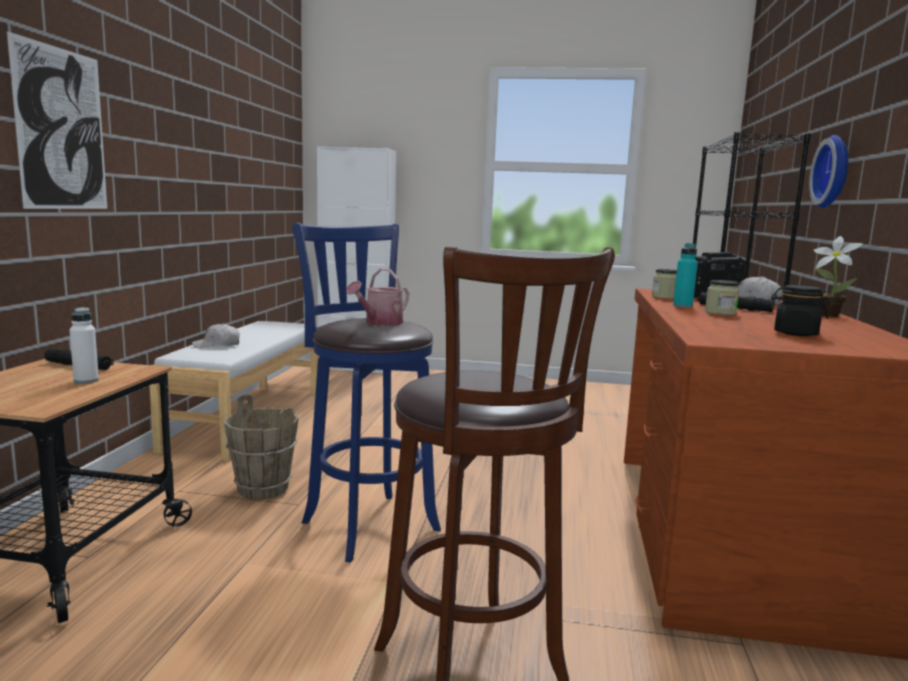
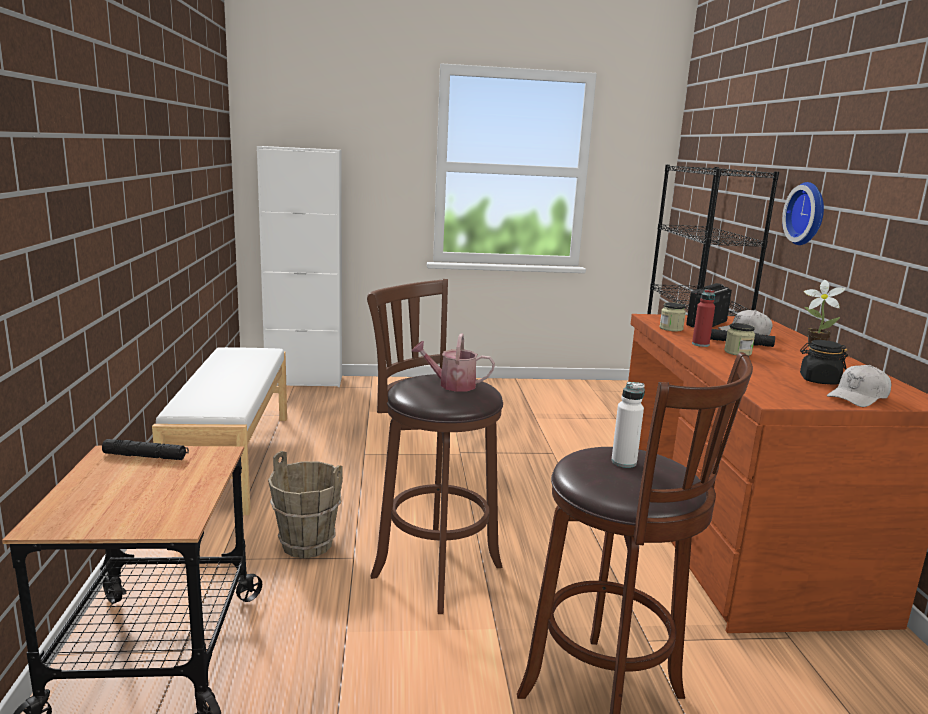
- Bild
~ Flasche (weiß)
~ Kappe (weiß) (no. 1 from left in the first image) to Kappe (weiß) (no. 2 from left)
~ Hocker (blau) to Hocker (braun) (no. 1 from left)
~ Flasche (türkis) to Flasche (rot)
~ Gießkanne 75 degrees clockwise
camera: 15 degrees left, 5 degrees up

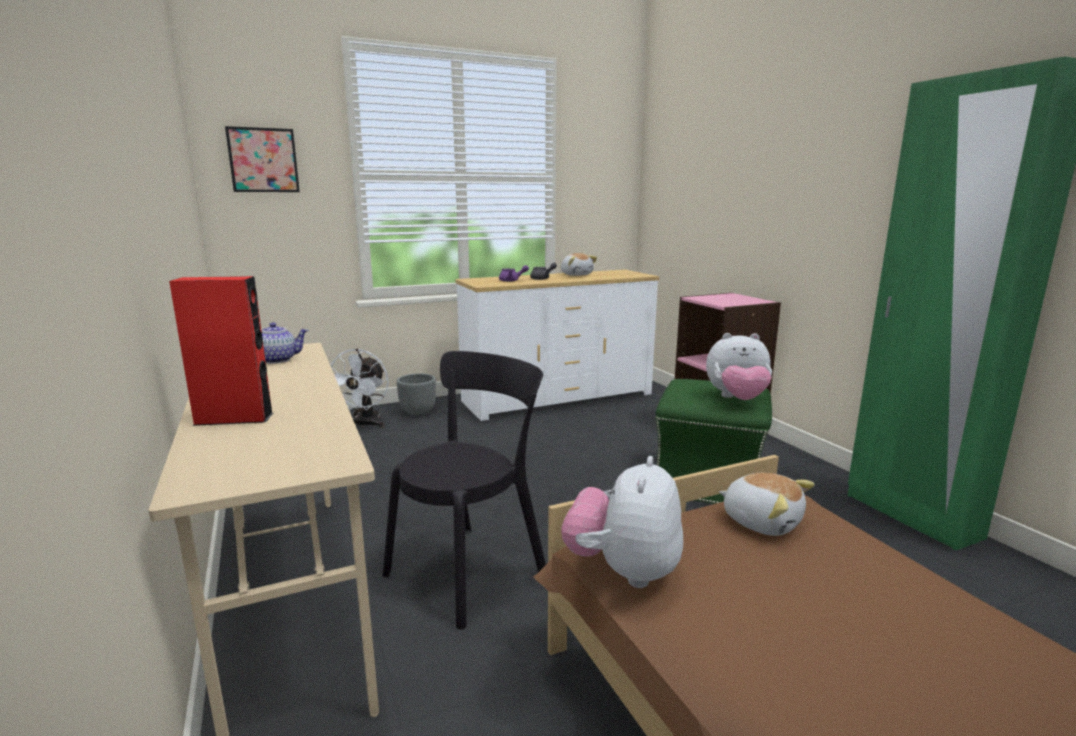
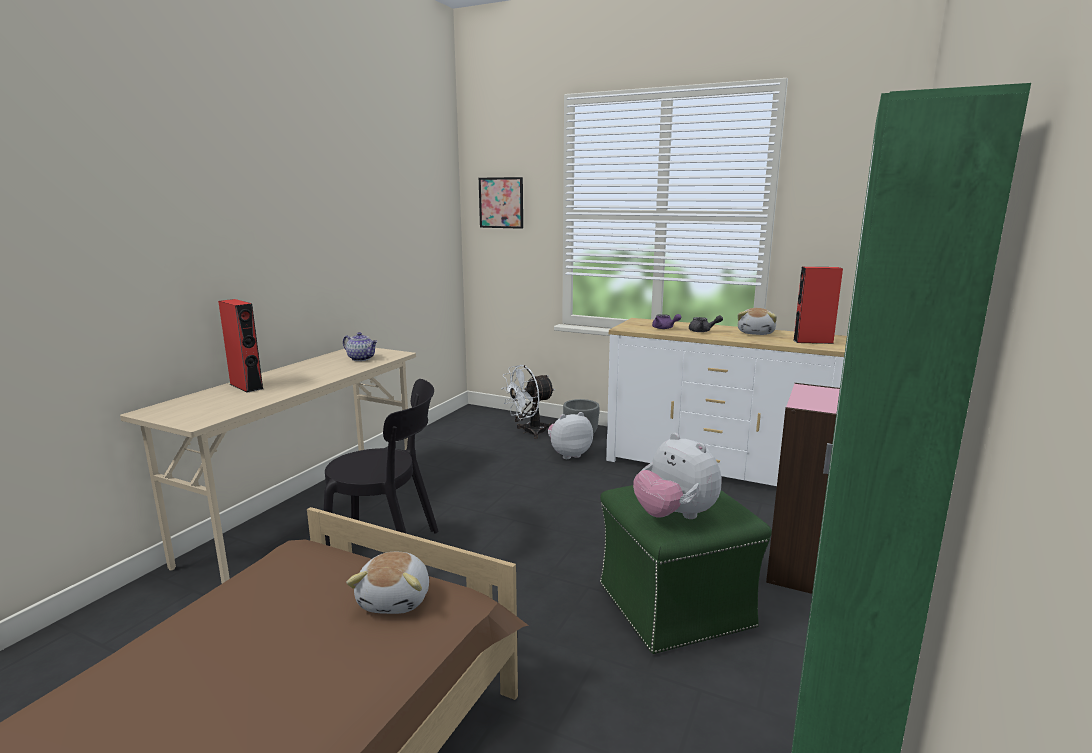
+ Lautsprecher (rot) (no. 2 from left)
~ Plüschtier (no. 2 from left)
camera: 50 degrees right, 0 degrees up

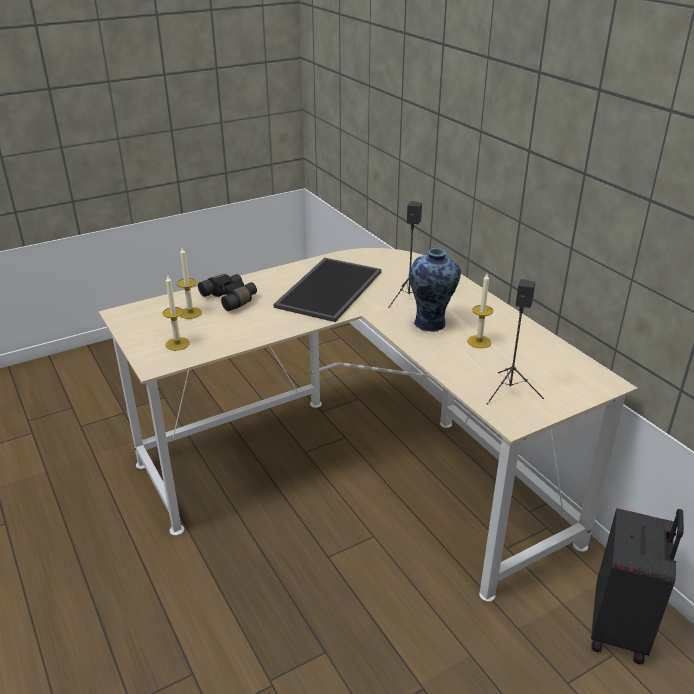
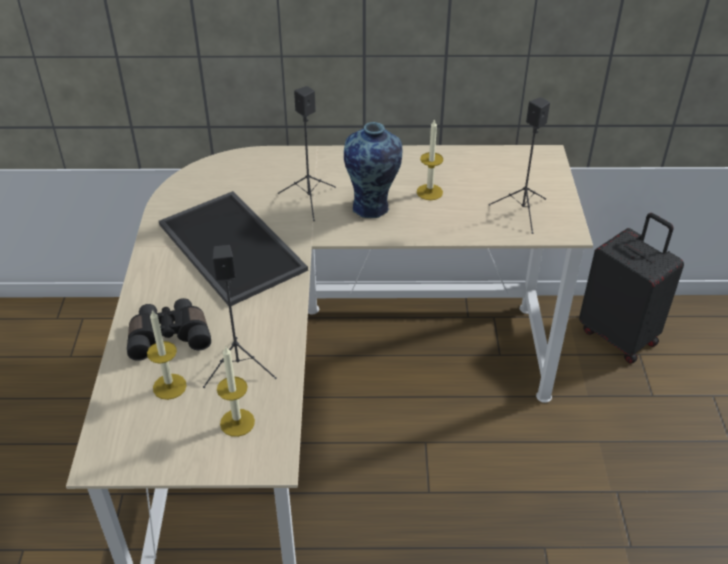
+ Lautsprecher (schwarz) (no. 1 from left)
camera: 60 degrees left, 10 degrees up

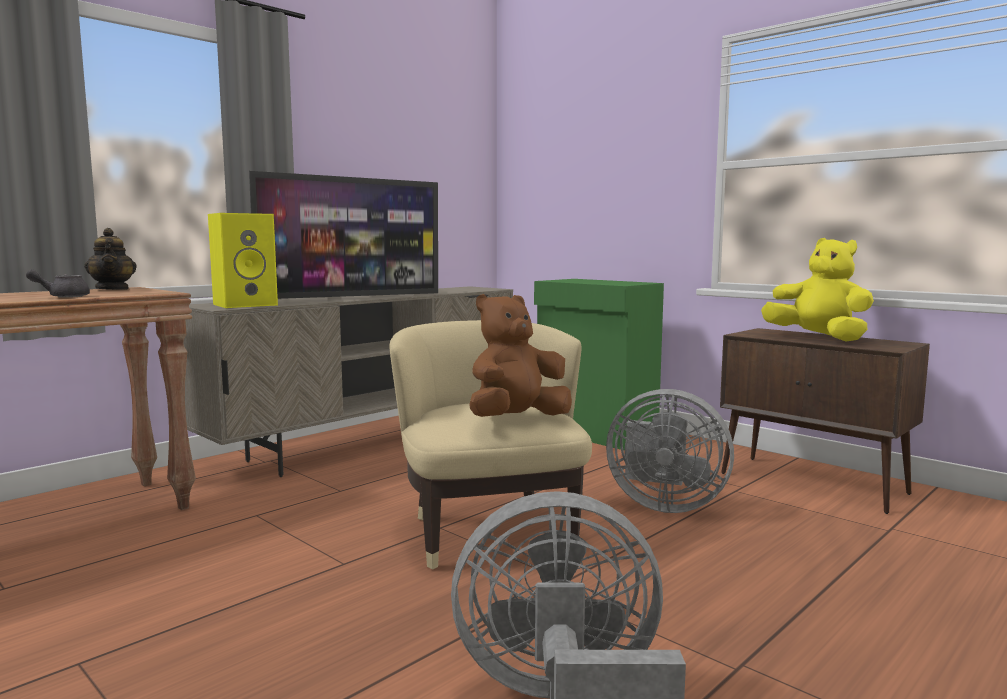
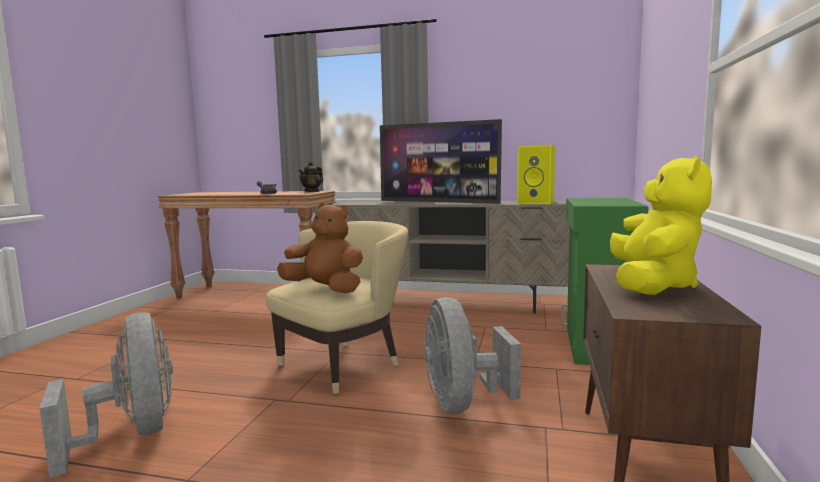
~ Lautsprecher (gelb)
camera: 60 degrees right, 0 degrees up

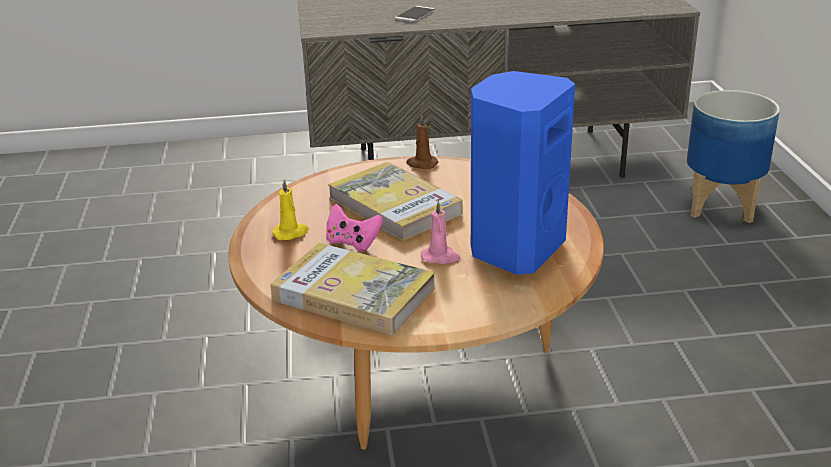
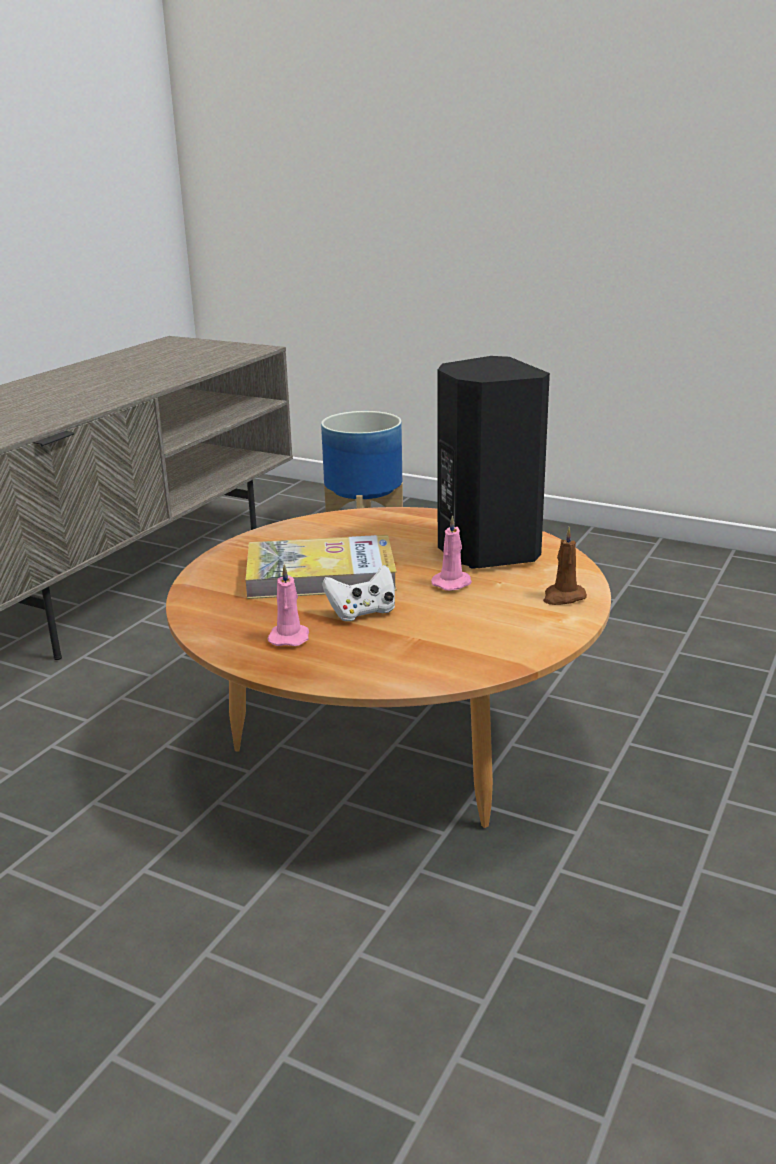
- Buch (no. 1 from left)
- Handy
~ Kerze (braun)
~ Kerze (gelb) to Kerze (rosa) (no. 1 from left)
~ Gamepad (rosa) to Gamepad (weiß)
~ Lautsprecher (blau) to Lautsprecher (schwarz)
camera: 55 degrees left, 5 degrees down

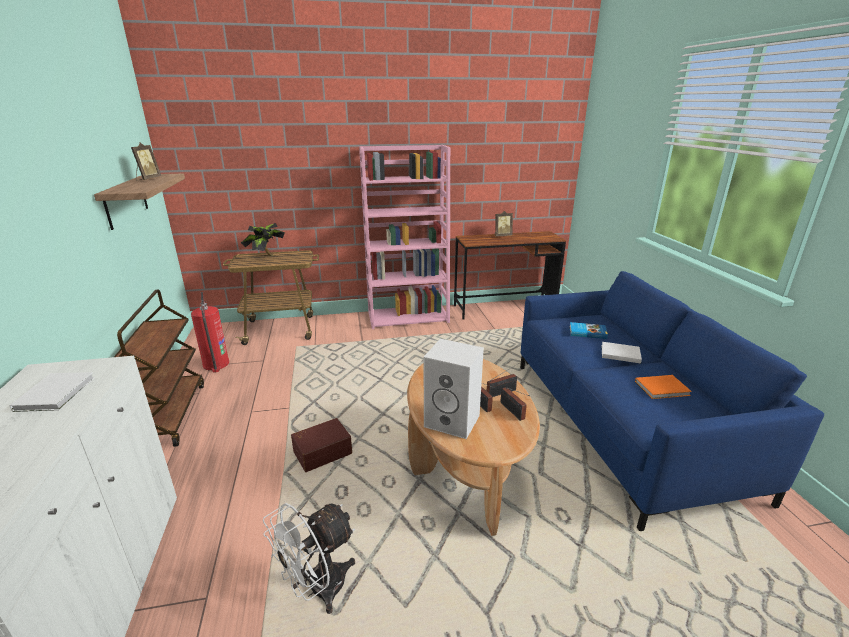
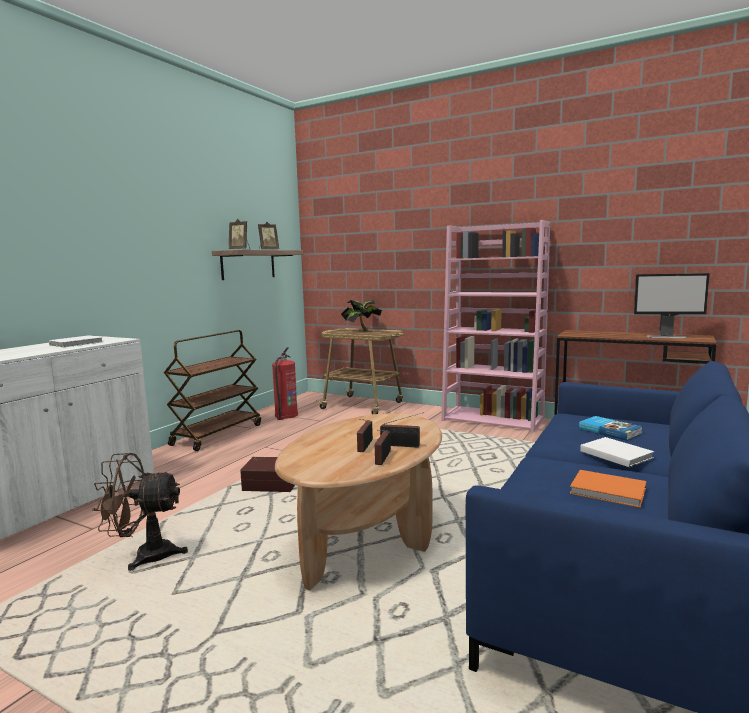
- Lautsprecher (weiß)
+ Monitor
~ Bilderrahmen (no. 2 from left in the first image) to Bilderrahmen (no. 1 from left)
~ Ventilator (weiß) to Ventilator (braun)
camera: 40 degrees right, 15 degrees down

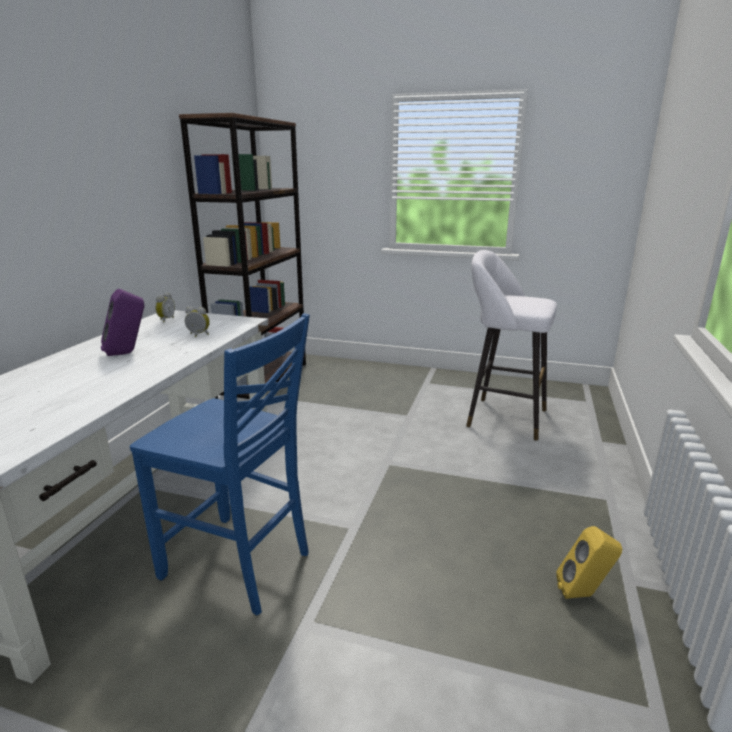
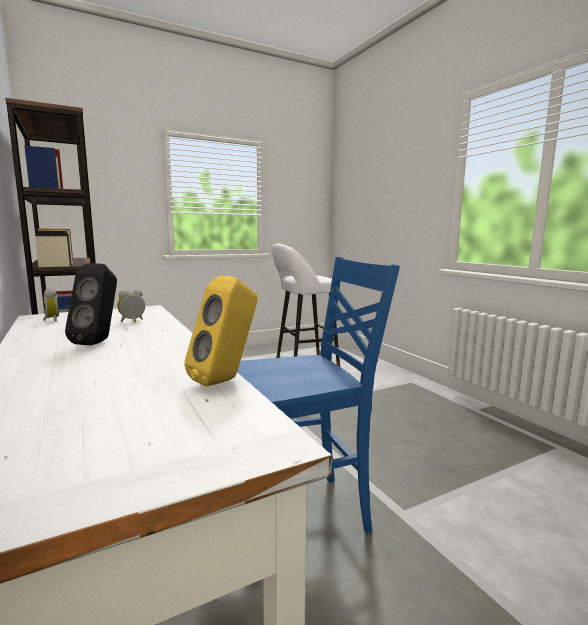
~ Lautsprecher (gelb)
~ Lautsprecher (lila) to Lautsprecher (schwarz)
camera: 45 degrees left, 10 degrees down

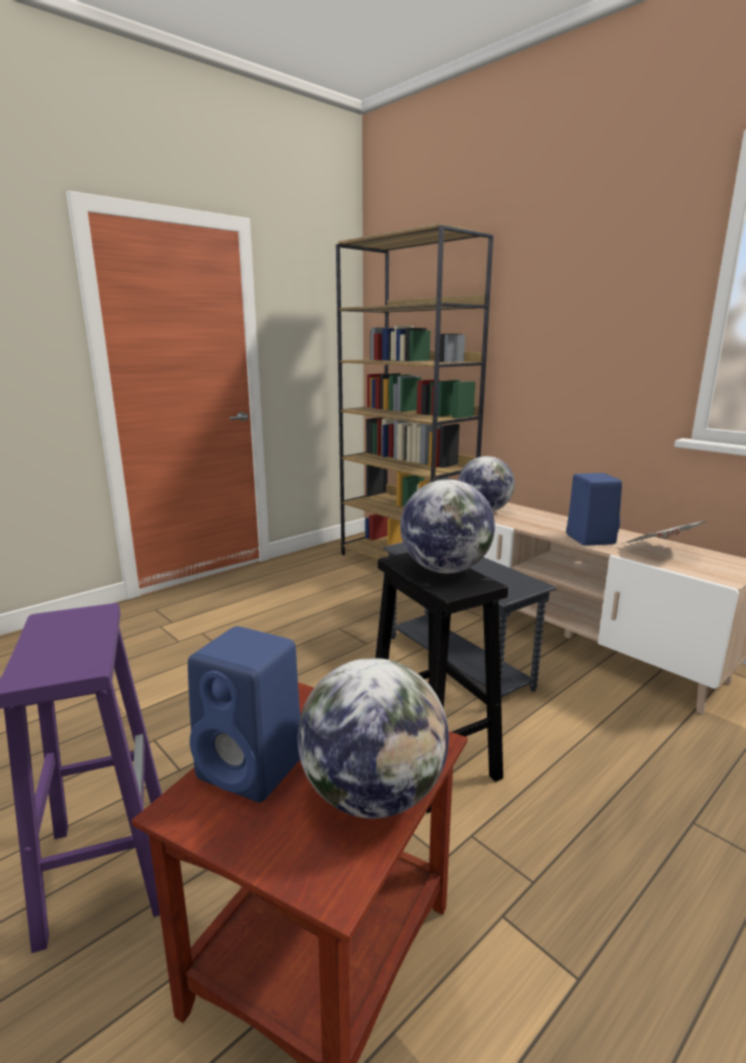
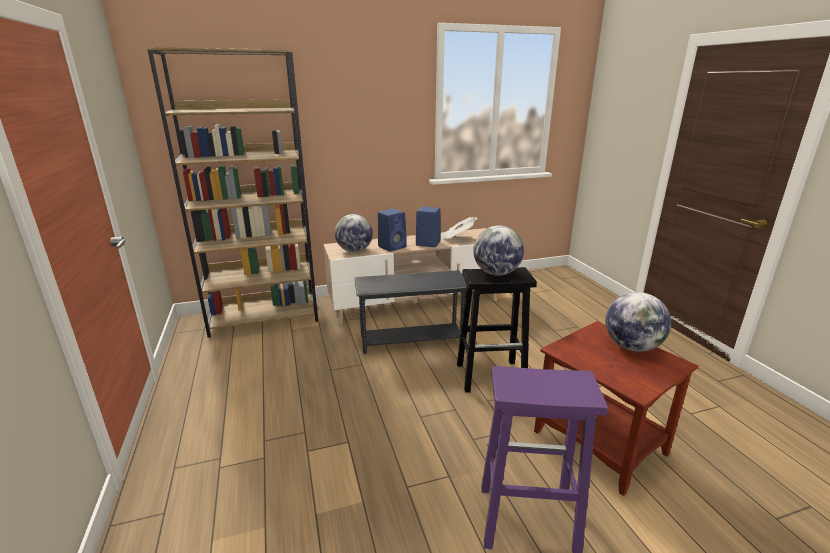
~ Lautsprecher (blau) (no. 1 from left)
camera: 65 degrees left, 5 degrees up

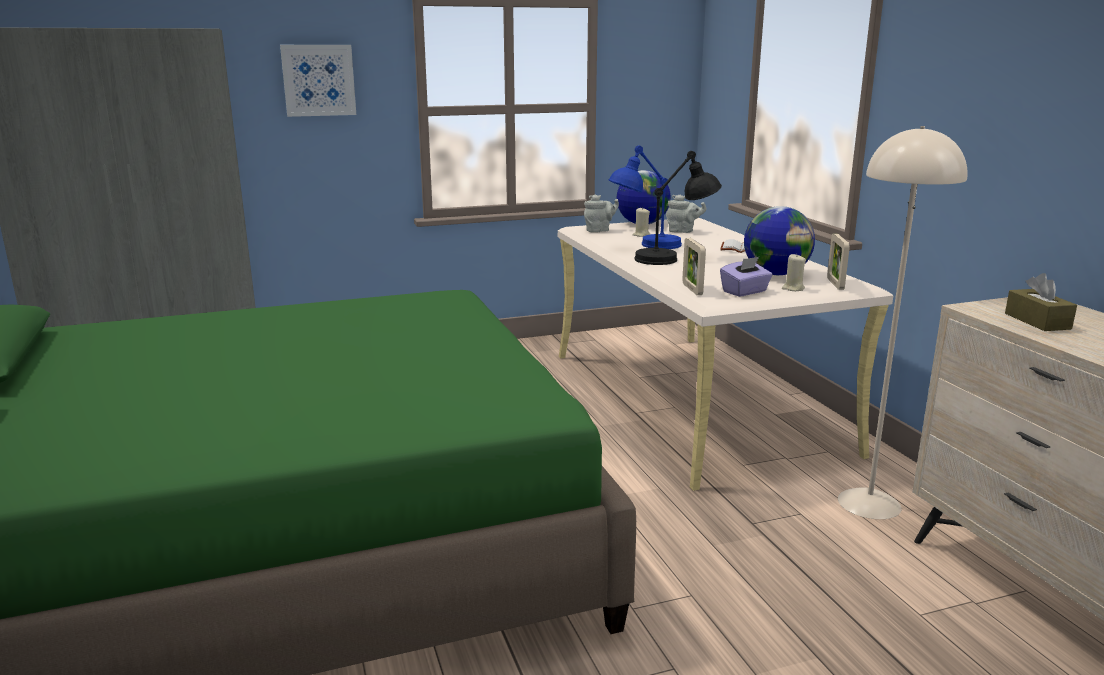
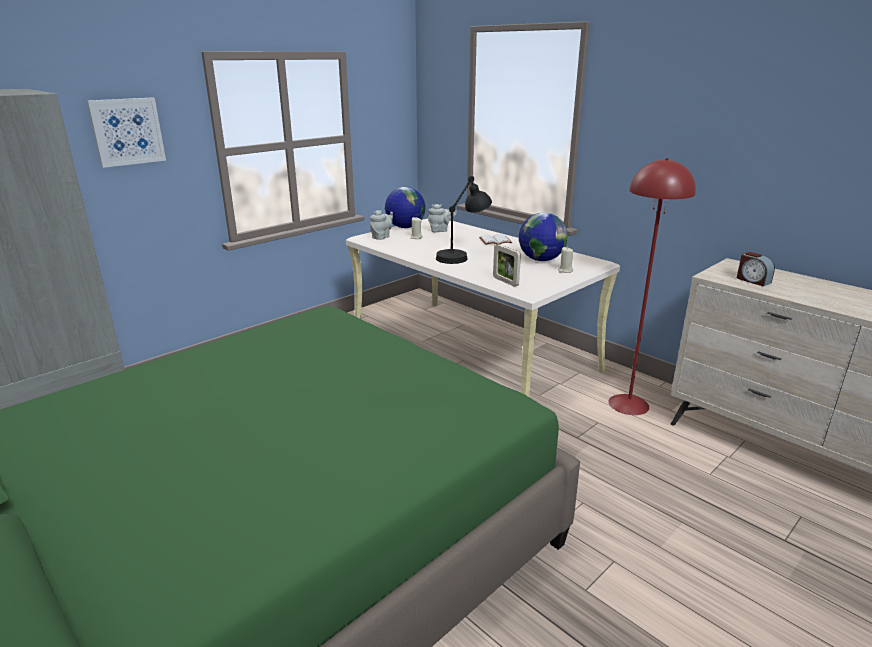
- Tischlampe (blau)
- Taschentuchbox (lila)
- Bilderrahmen (no. 2 from left)
~ Taschentuchbox (braun) to Wecker
~ Stehlampe (beige) to Stehlampe (rot)
camera: 25 degrees left, 5 degrees up

